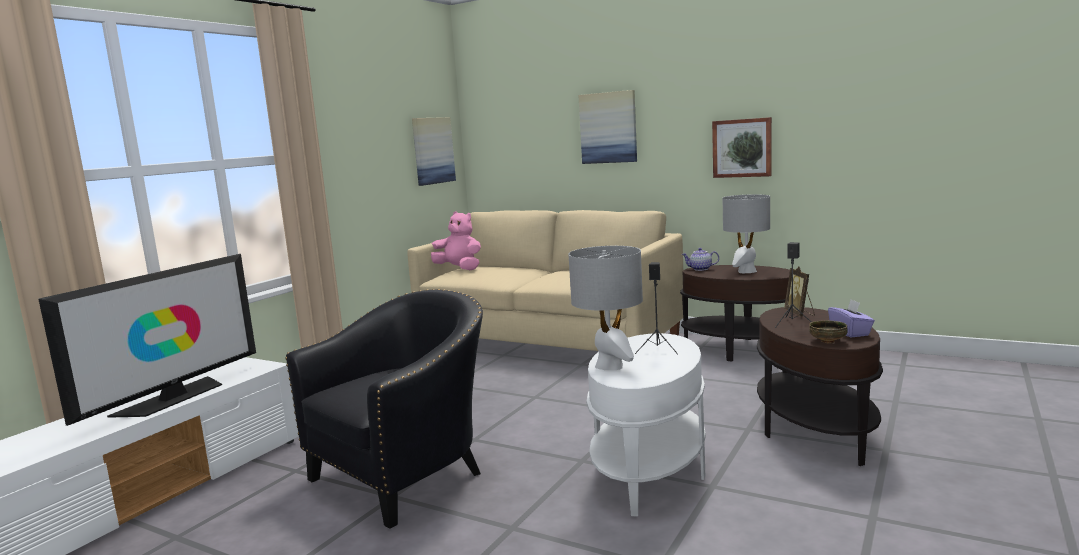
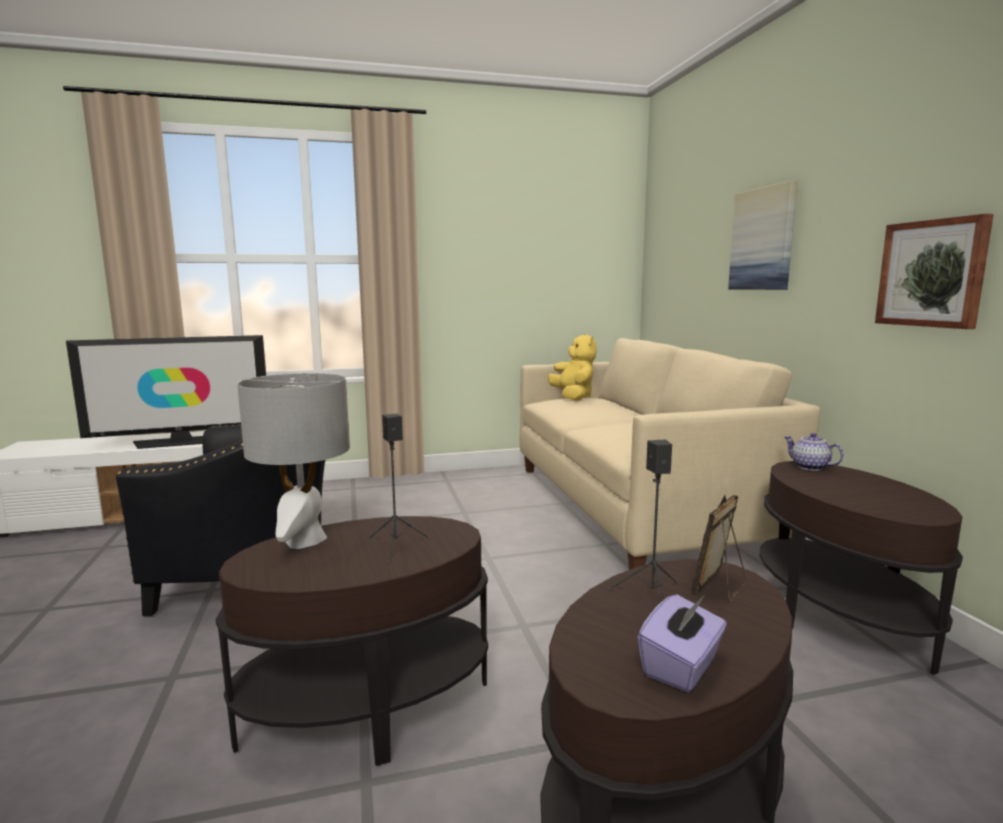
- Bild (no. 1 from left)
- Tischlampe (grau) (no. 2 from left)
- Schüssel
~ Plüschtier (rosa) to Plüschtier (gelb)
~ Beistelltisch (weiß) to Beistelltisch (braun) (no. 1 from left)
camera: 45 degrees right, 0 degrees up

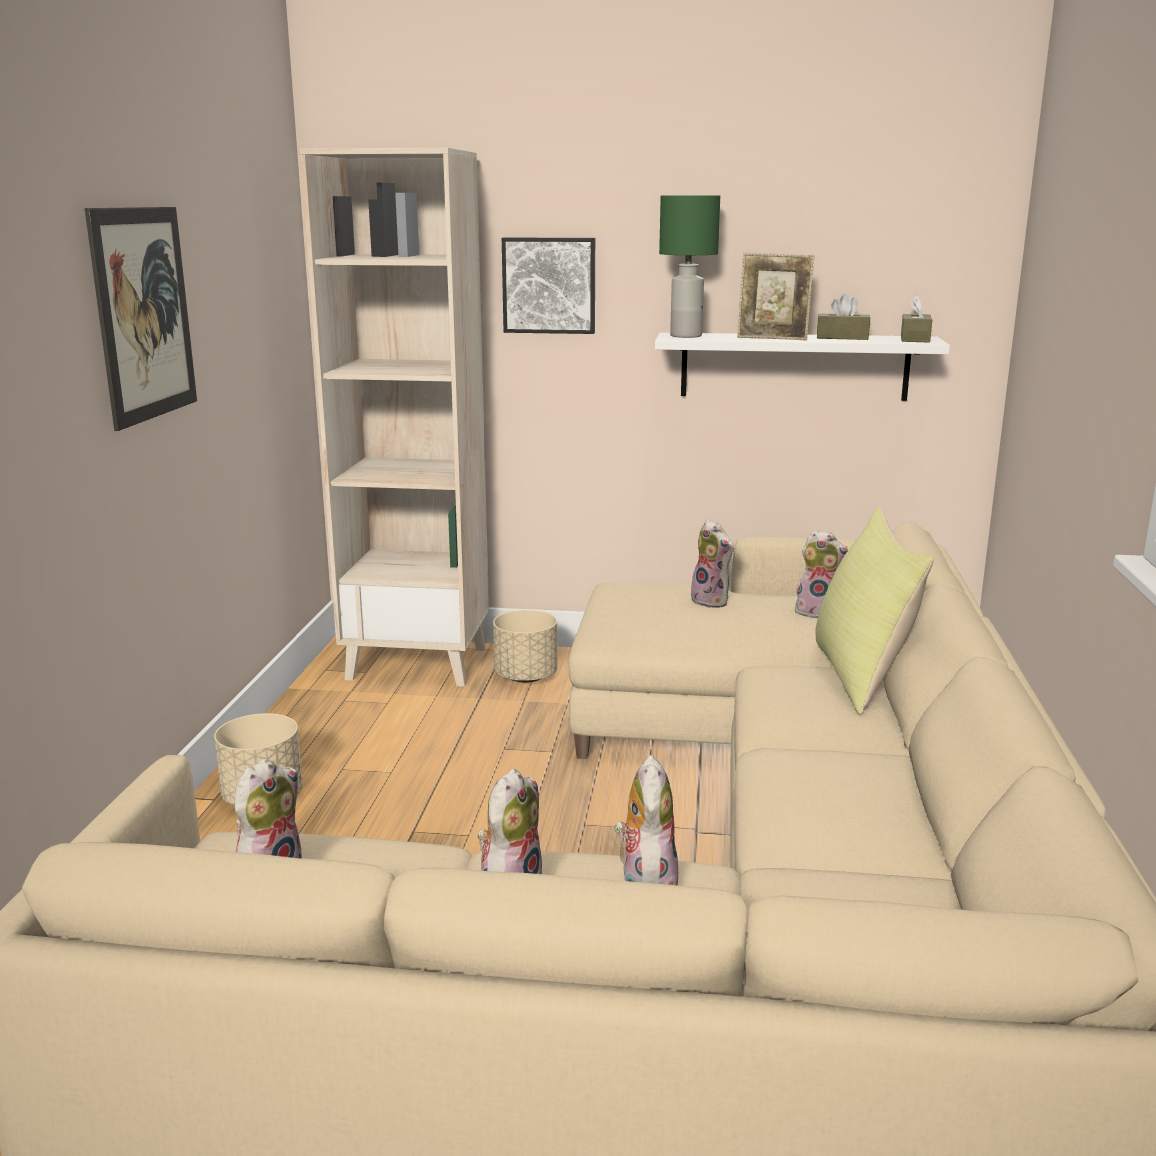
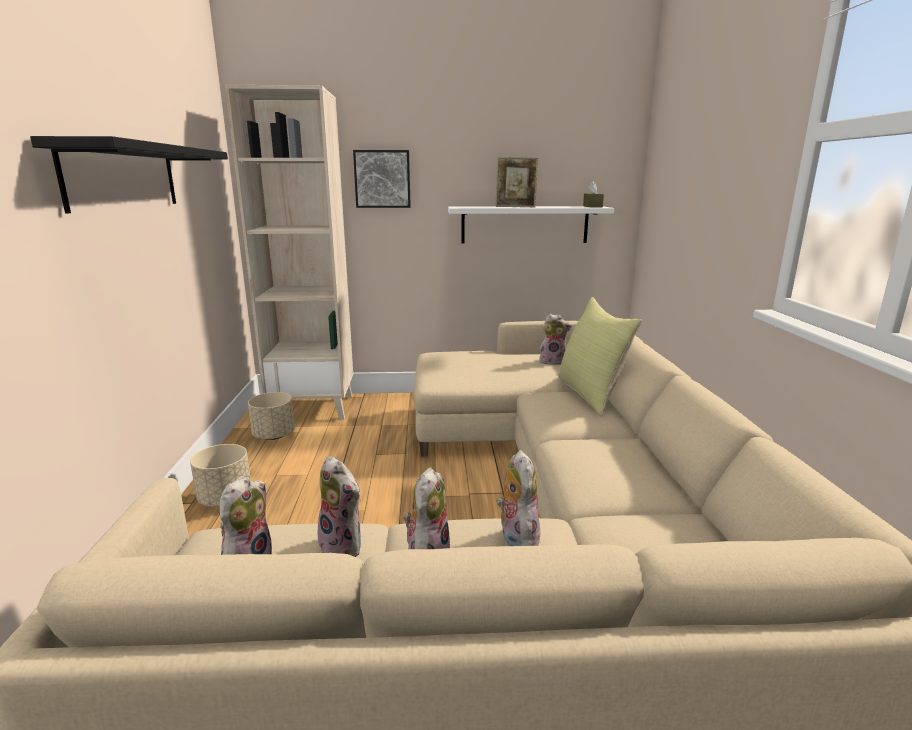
- Tischlampe (grün)
- Taschentuchbox (braun) (no. 1 from left)
~ Pflanzkübel (beige) (no. 2 from left)
~ Plüschtier (no. 4 from left in the first image) to Plüschtier (no. 2 from left)
~ Bild (no. 1 from left) to Wandregal (schwarz)
camera: 10 degrees left, 0 degrees up

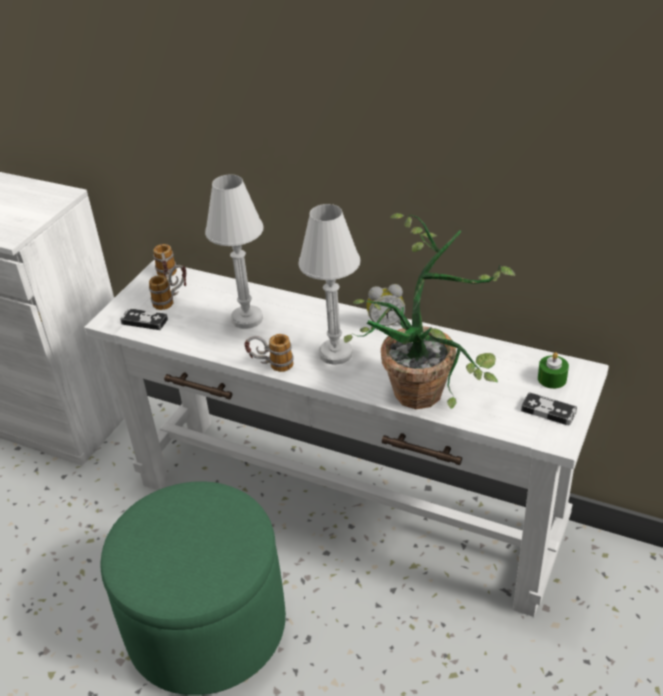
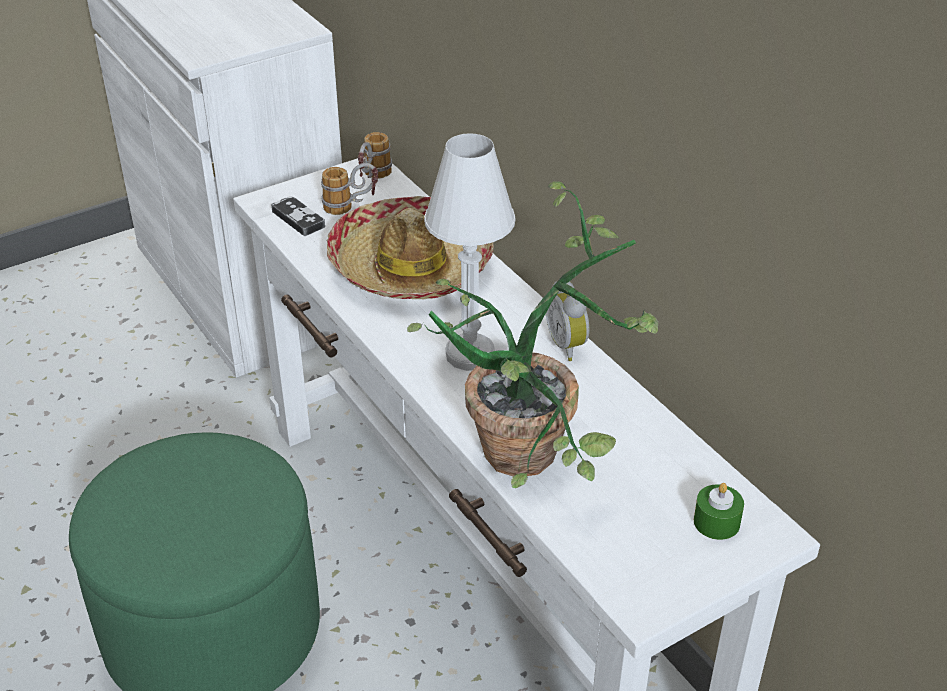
- Henkelbecher (no. 3 from left)
- Gamepad (no. 2 from left)
~ Tischlampe (weiß) (no. 1 from left) to Hut
~ Wecker 45 degrees clockwise
camera: 30 degrees right, 0 degrees up

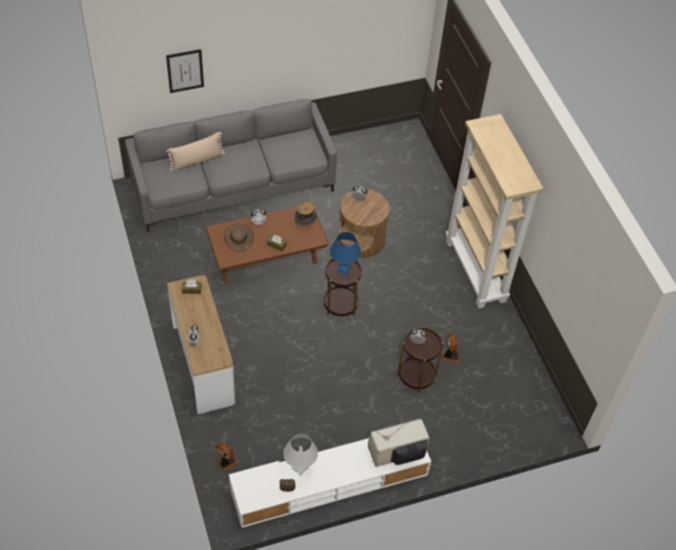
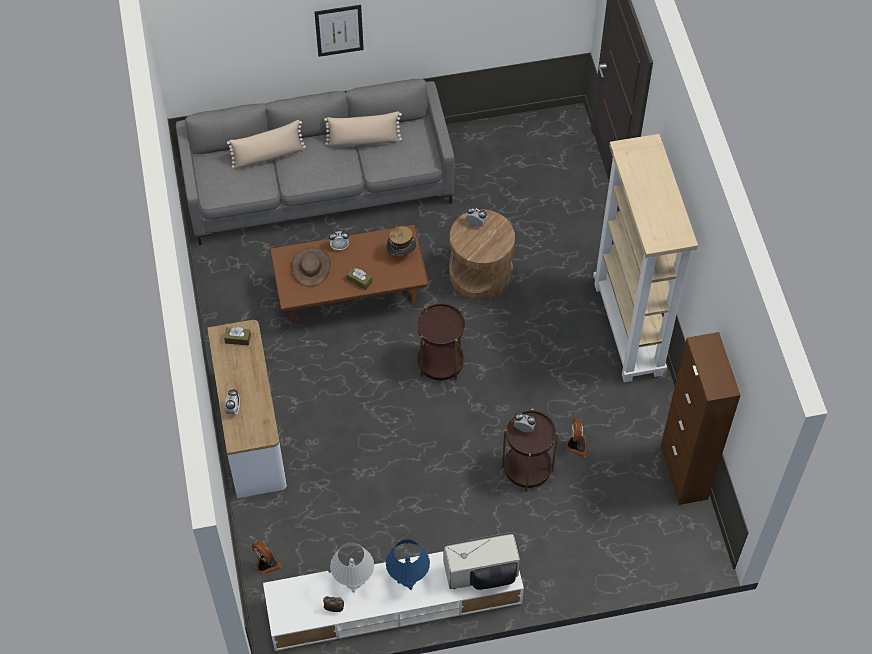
+ Kissen (beige) (no. 2 from left)
+ Schrank (braun)
~ Bild
~ Tischlampe (blau)
camera: 10 degrees right, 5 degrees up

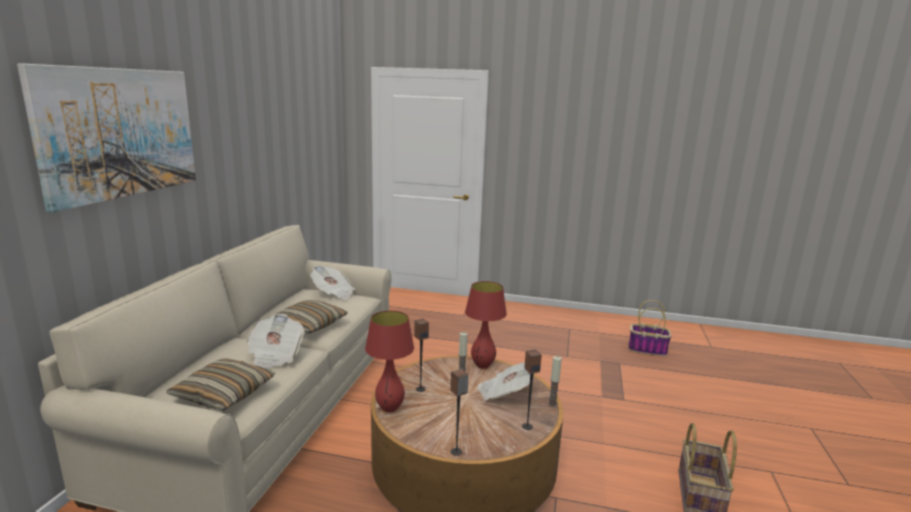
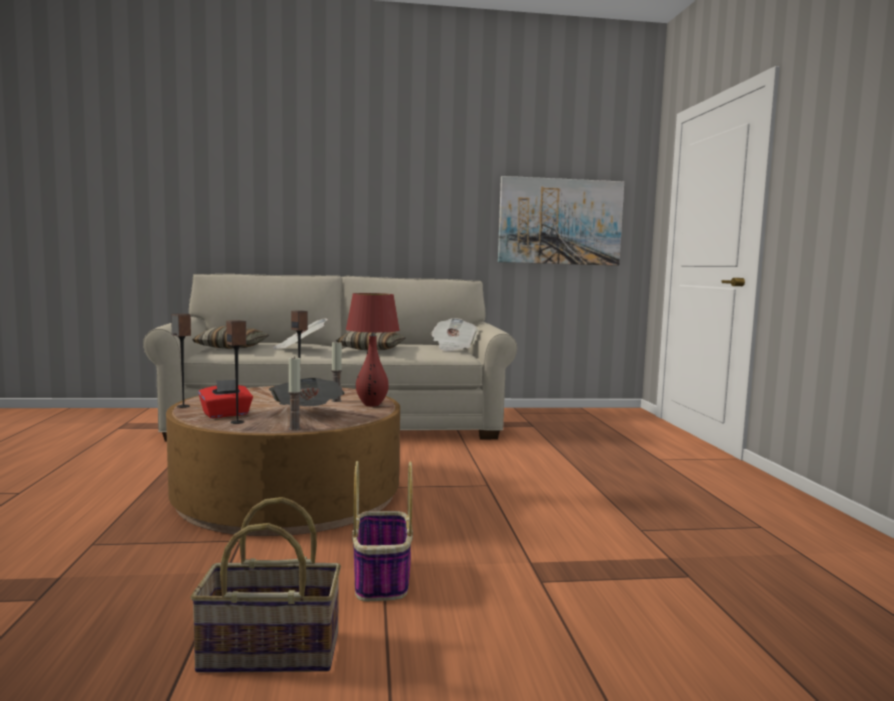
- Tischlampe (rot) (no. 1 from left)
+ Taschentuchbox (rot)
~ Bild
~ Korb (no. 1 from left in the first image) to Korb (no. 2 from left)
camera: 70 degrees right, 10 degrees down

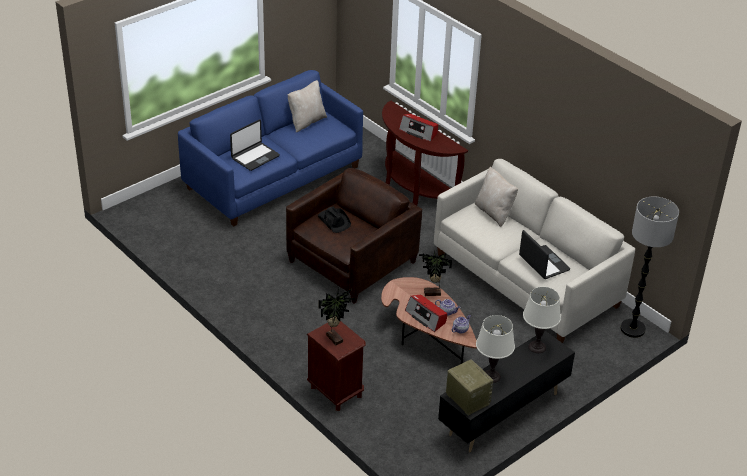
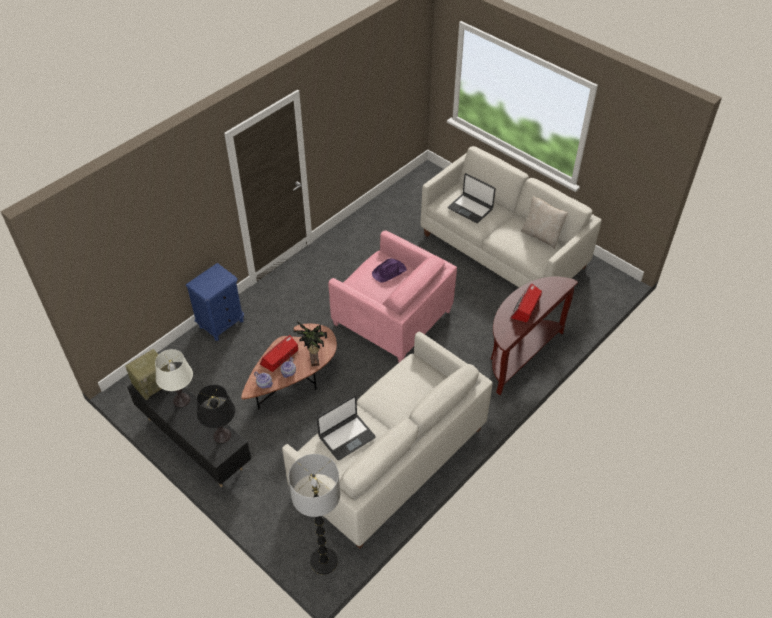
- Topfpflanze (no. 1 from left)
- Kissen (beige) (no. 2 from left)
~ Sofa (blau) to Sofa (weiß) (no. 2 from left)
~ Sessel (braun) to Sessel (rosa)
~ Nachttisch (braun) to Nachttisch (blau)
~ Hut (schwarz) to Hut (lila)
~ Tischlampe (weiß) (no. 2 from left) to Tischlampe (schwarz)
camera: 85 degrees right, 10 degrees up

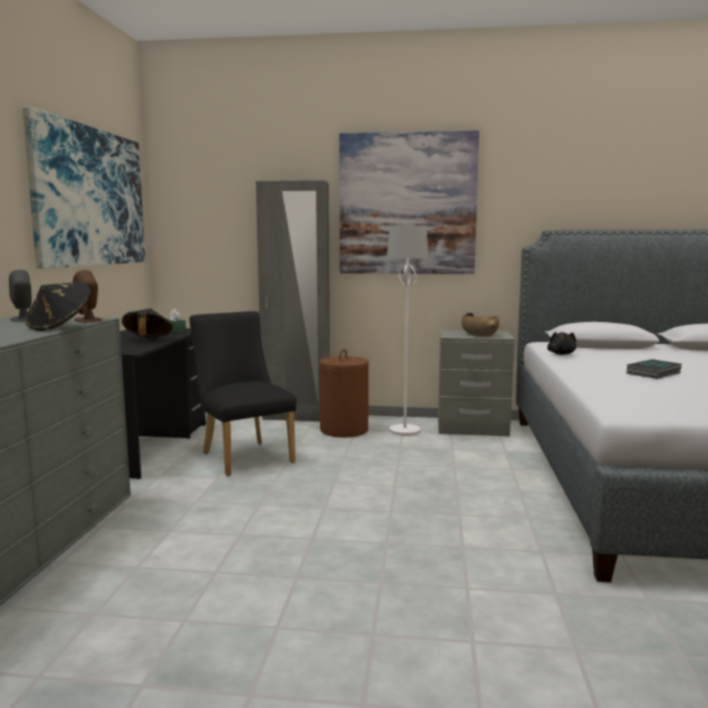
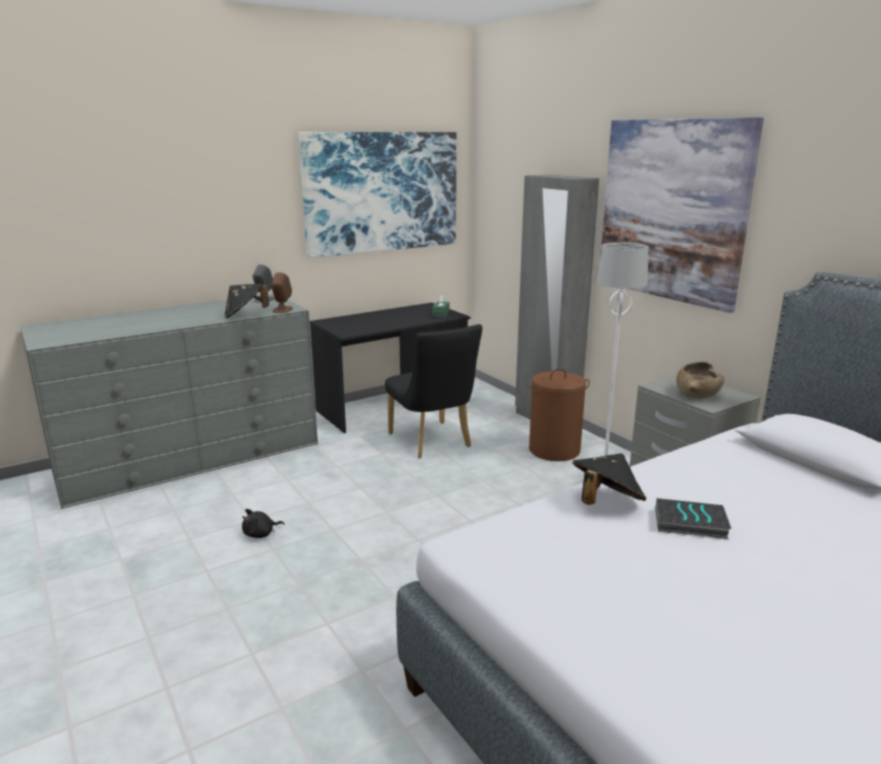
~ Hut (schwarz) (no. 2 from left)
~ Plüschtier (schwarz)
~ Stuhl (schwarz) 135 degrees clockwise
camera: 50 degrees right, 10 degrees up

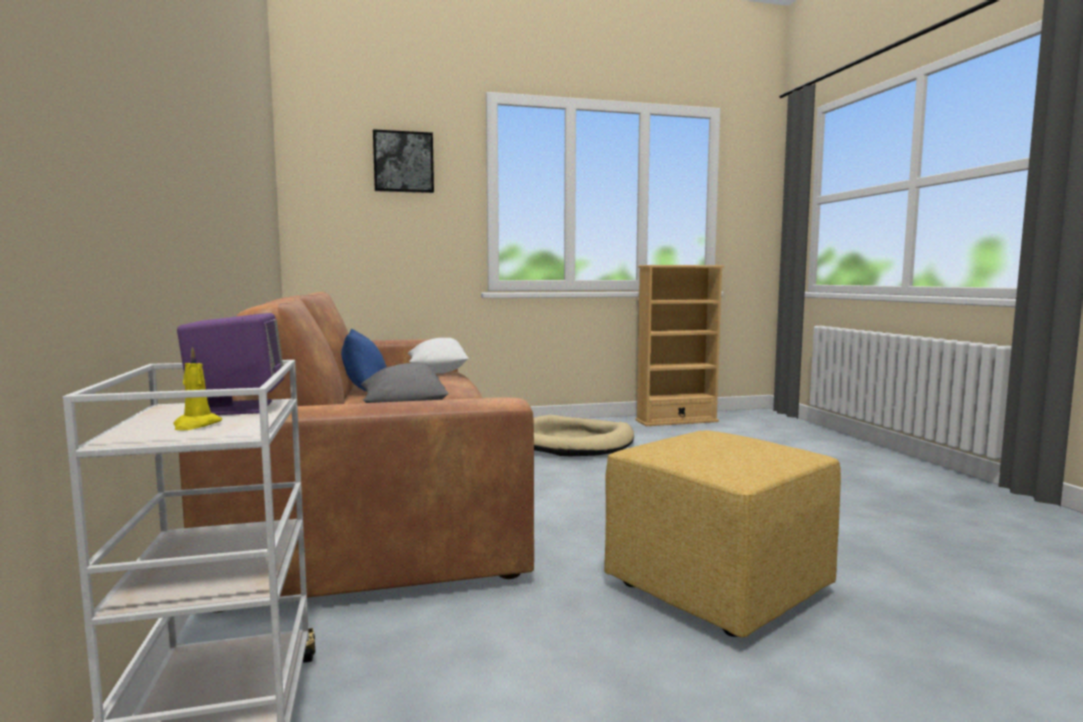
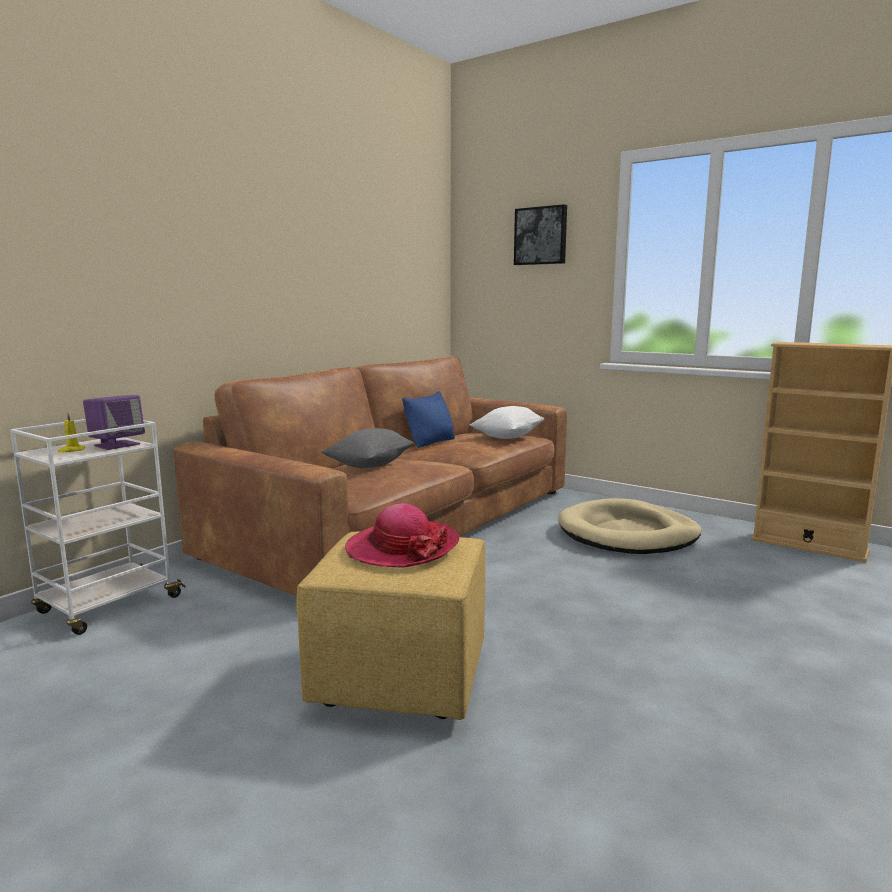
+ Hut
camera: 50 degrees right, 5 degrees up

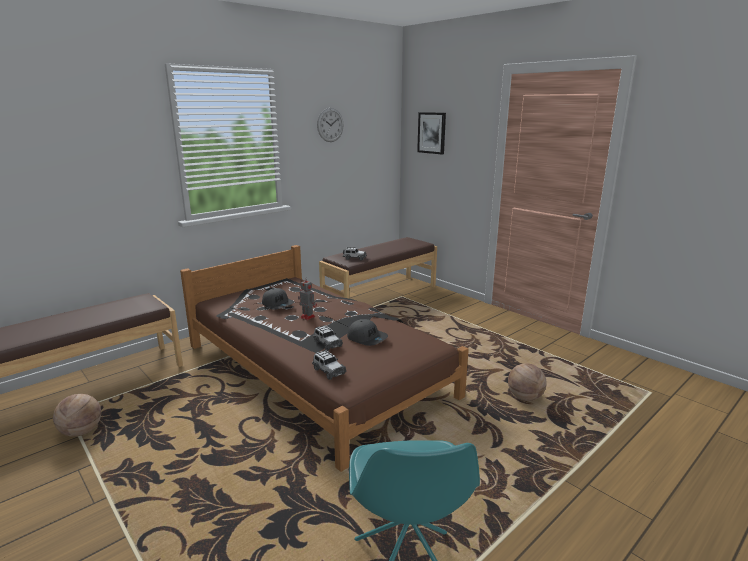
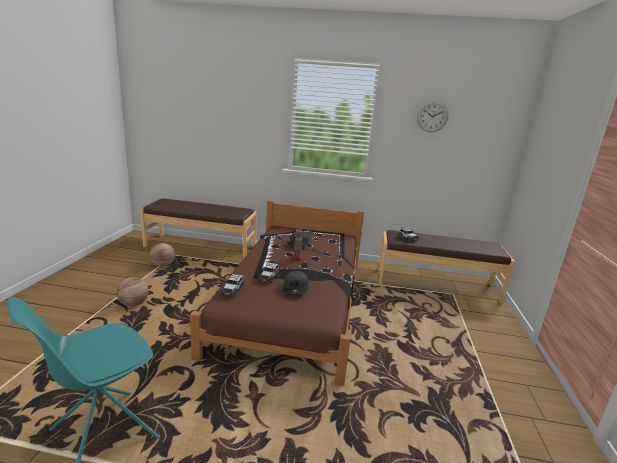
- Bild
~ Basketball (no. 2 from left in the first image) to Basketball (no. 1 from left)
camera: 50 degrees right, 0 degrees up

